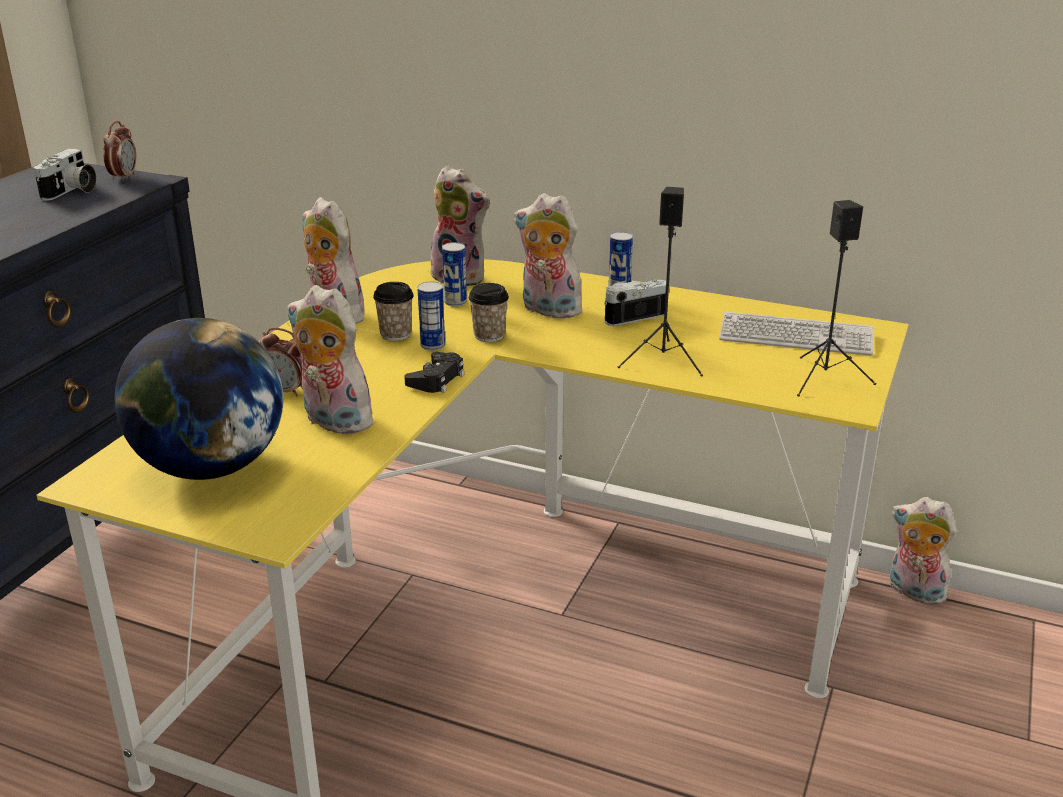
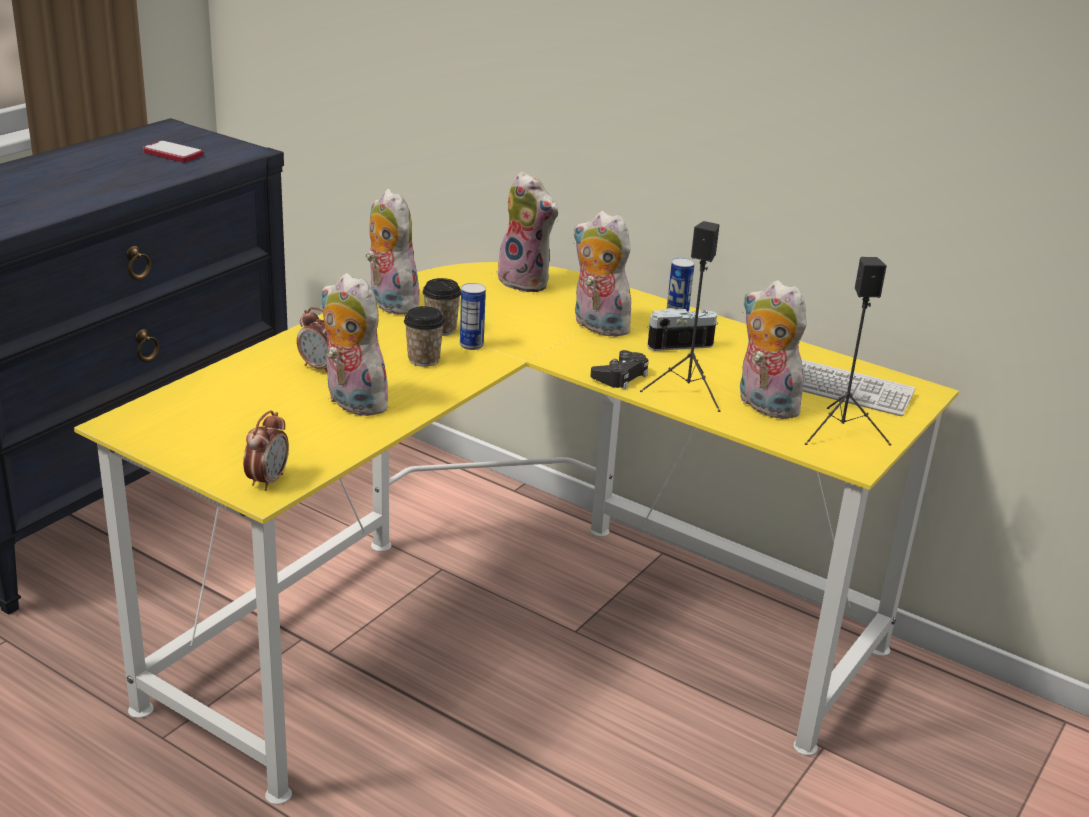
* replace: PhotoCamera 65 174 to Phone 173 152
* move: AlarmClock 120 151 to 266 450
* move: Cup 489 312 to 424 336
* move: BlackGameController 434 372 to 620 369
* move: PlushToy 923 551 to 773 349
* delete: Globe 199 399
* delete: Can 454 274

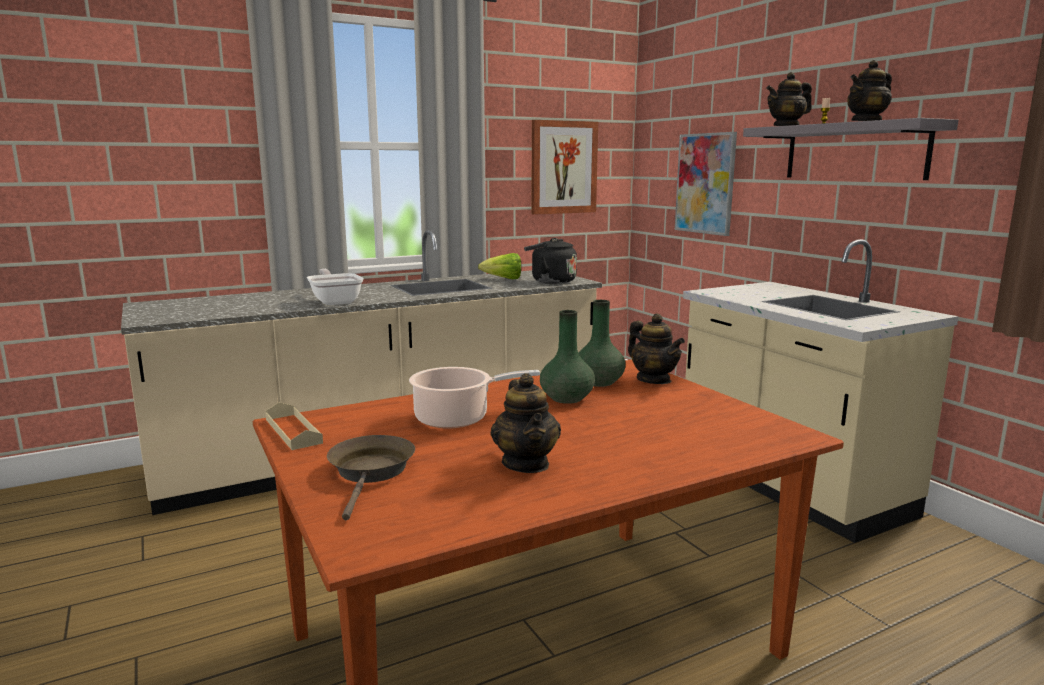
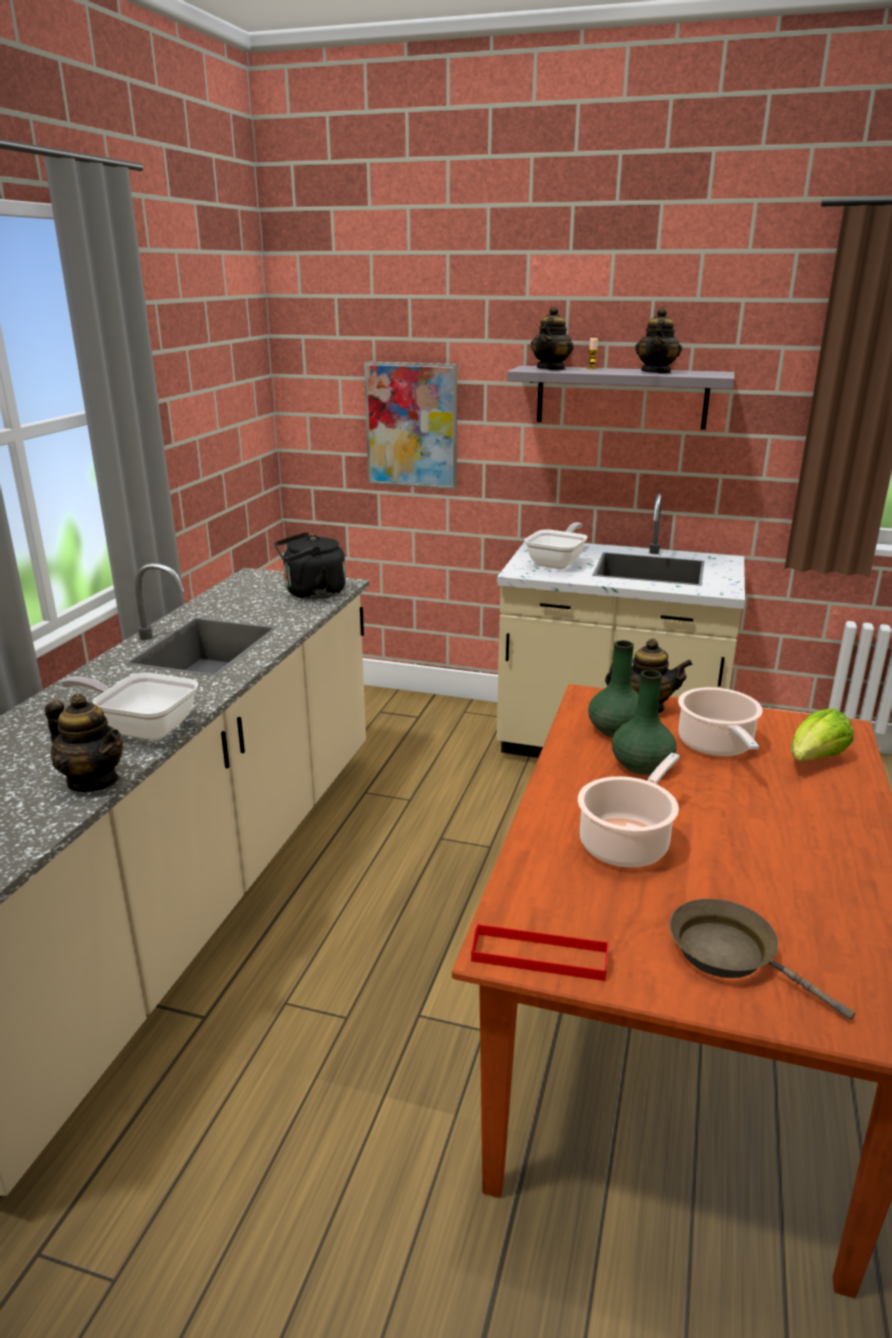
* move: Teapot 525 423 to 84 742
* recolor: BeigeTray 294 426 to RedTray 539 952
* insert: FryingPan 556 545
* insert: CookingPot 720 722
* move: Lettuce 499 266 to 822 734
* delete: Picture 564 167

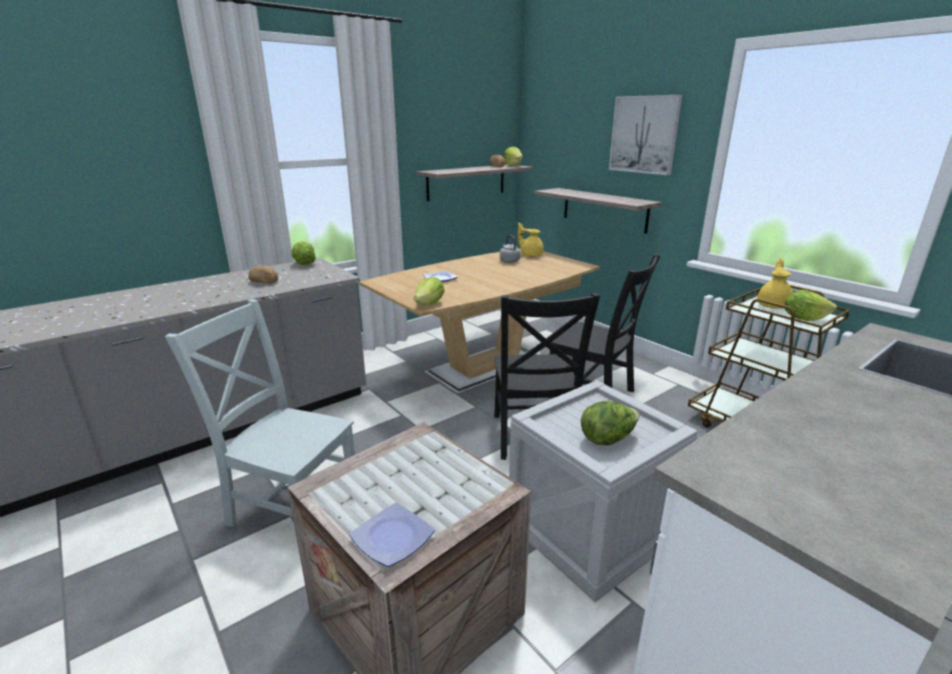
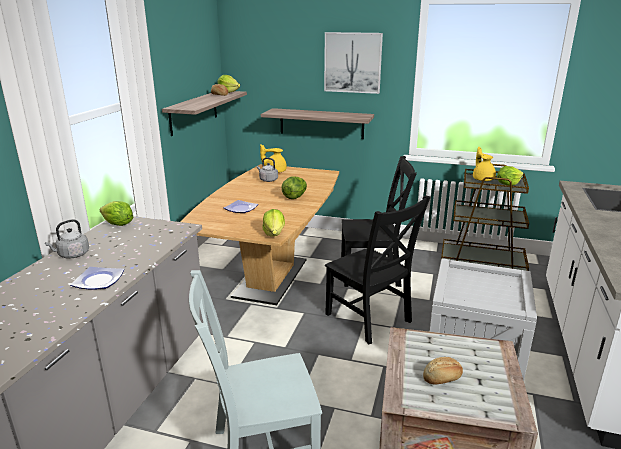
* insert: GreyKettle 67 238
* move: Plate 392 534 to 97 278
* move: Lettuce 610 423 to 294 187
* move: Bread 263 274 to 443 370

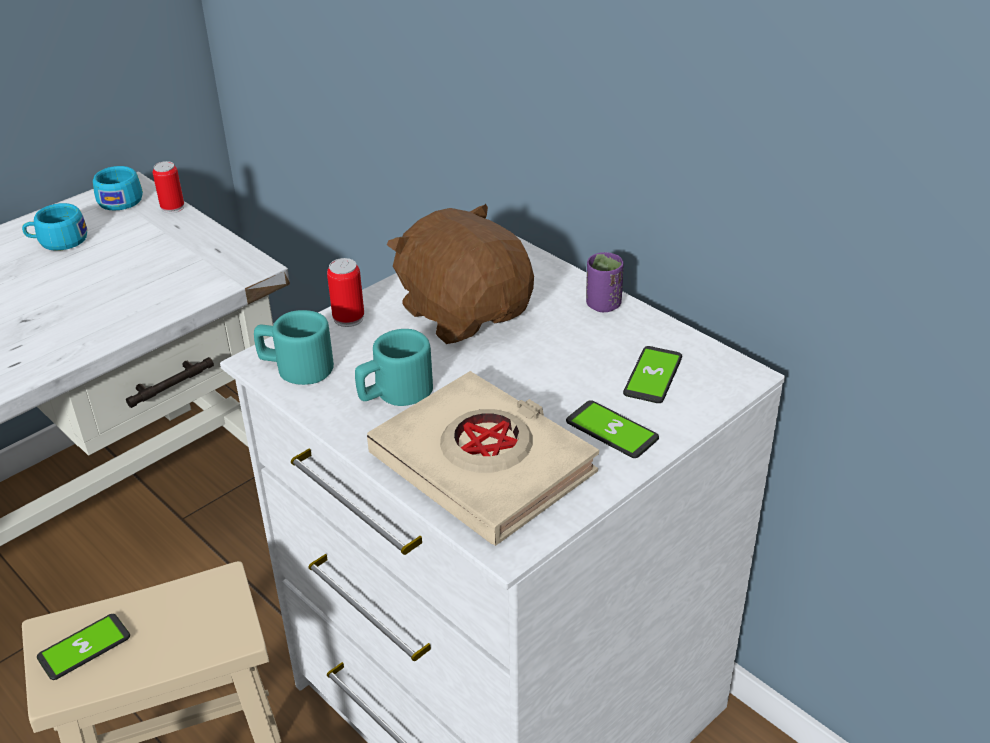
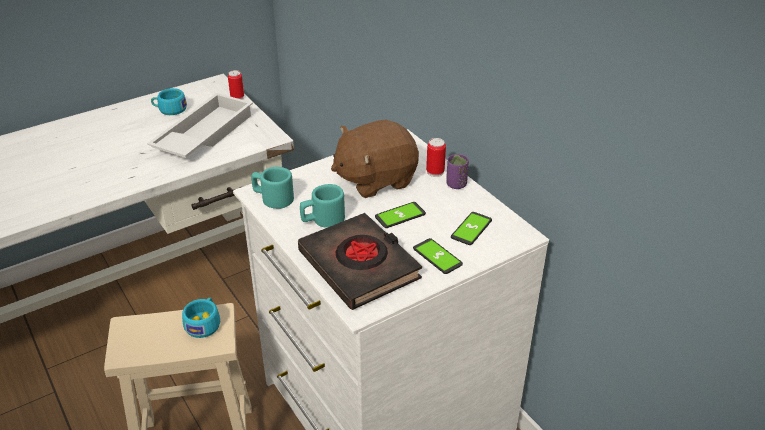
* insert: WhiteTray 200 125
* move: TurquoiseCup 118 188 to 201 317
* recolor: BeigeBook 483 458 to BlackBook 360 261
* rotate: BrownPlushToy 460 274 = 375 158 90 degrees counterclockwise
* move: Phone 83 647 to 400 215
* move: Can 345 292 to 436 157

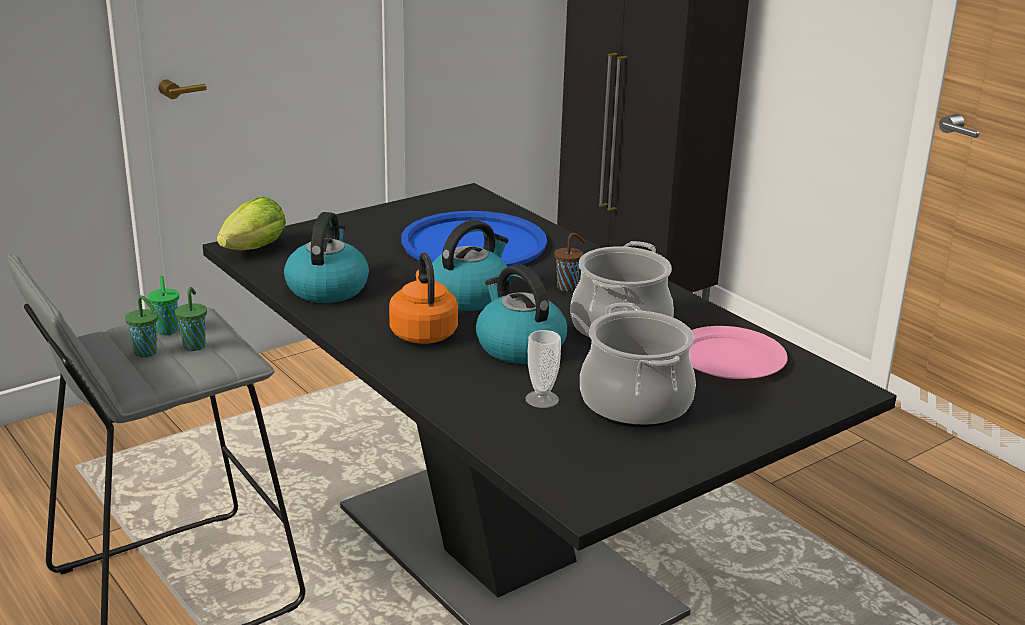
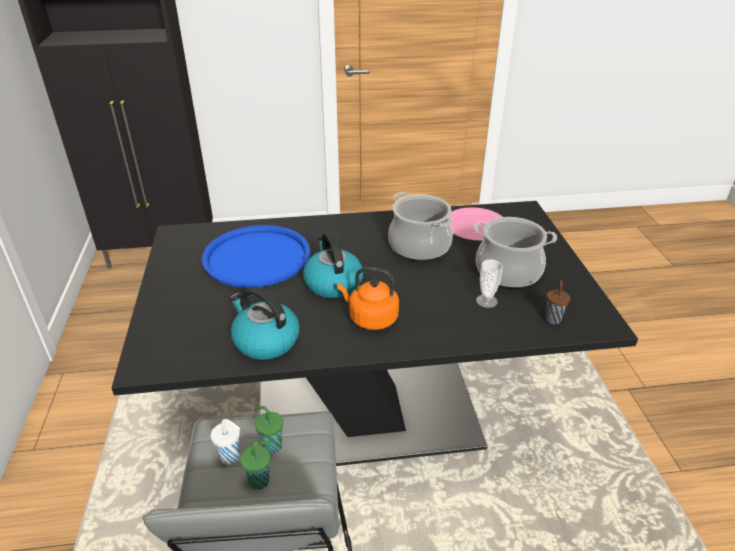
* recolor: GreenCup 163 305 to WhiteCup 225 442
* move: BrownCup 569 262 to 557 302
* delete: Lettuce 251 223
* delete: Kettle 521 314

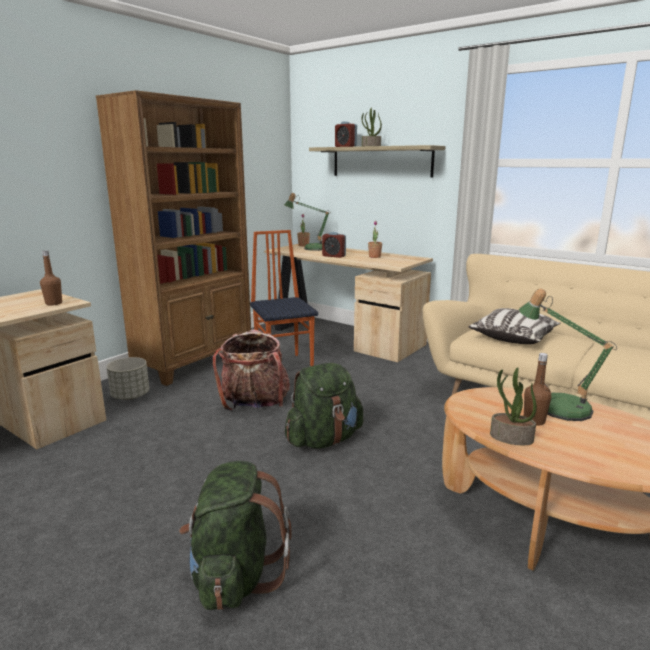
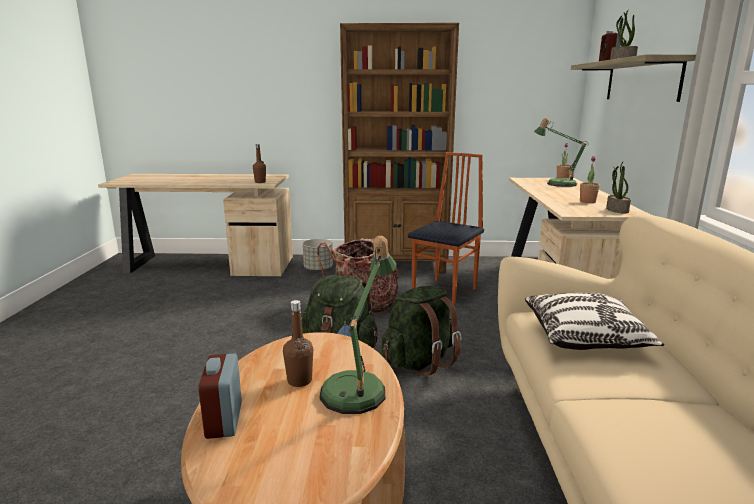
* move: AlarmClock 334 245 to 220 396
* move: GreenBackpack 235 535 to 421 331
* move: PottedPlant 513 406 to 618 188

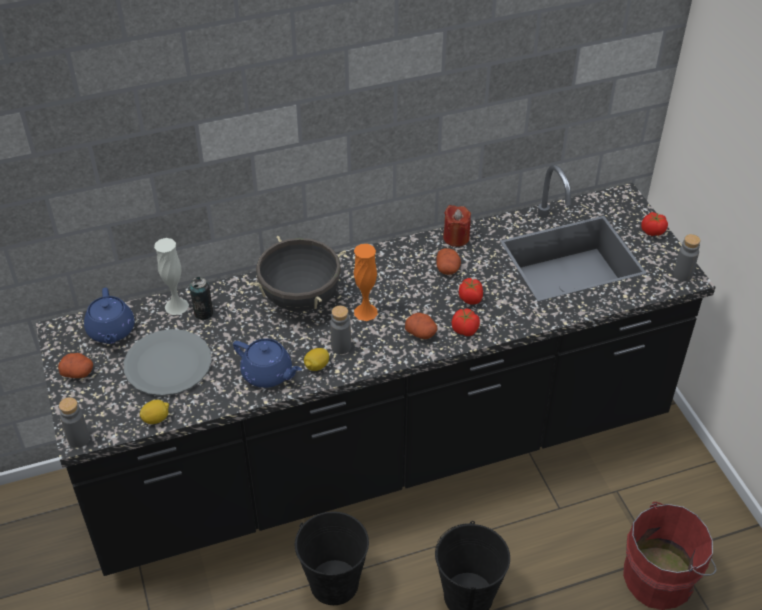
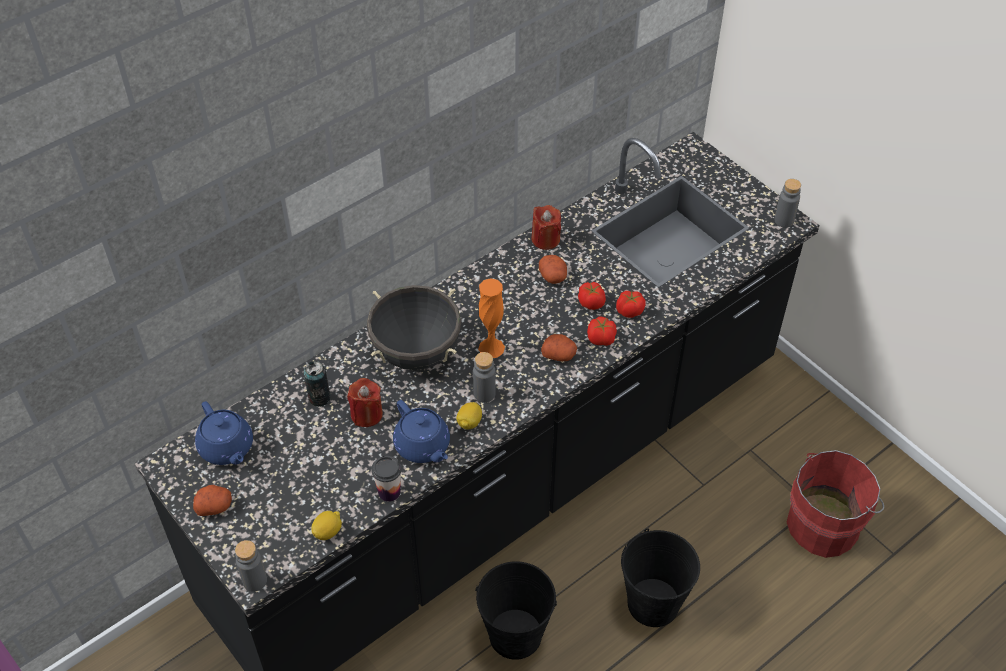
* insert: RedCandle 365 402
* insert: Cup 386 479
* rotate: BlueTeapot 267 363 = 421 431 45 degrees clockwise
* move: Tomato 654 224 to 630 304
* delete: GreyPlate 168 362
* delete: WhiteVase 171 276

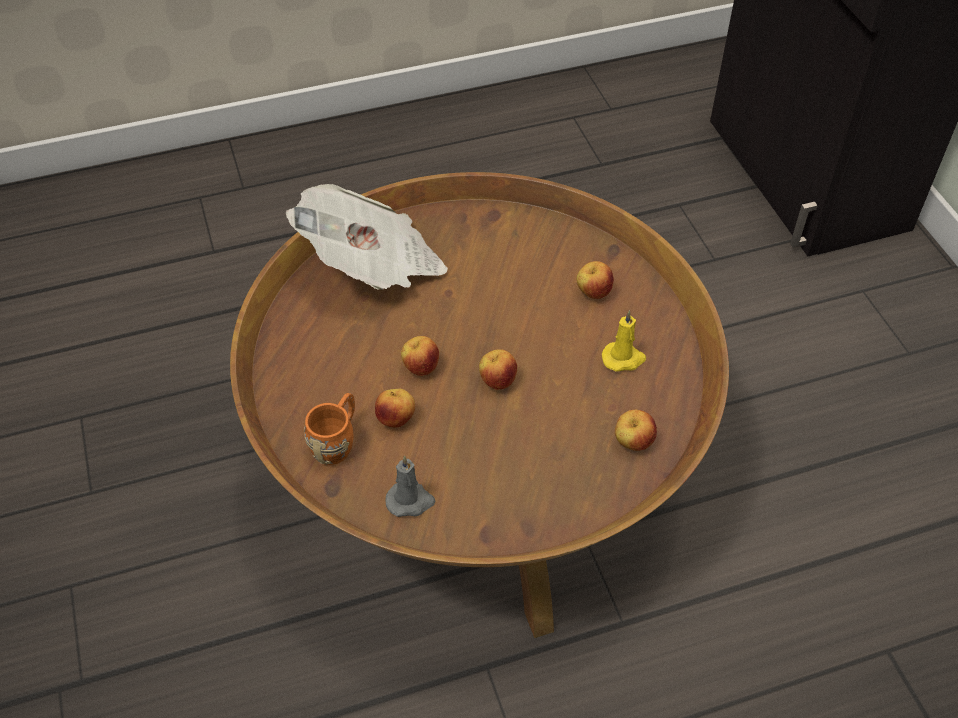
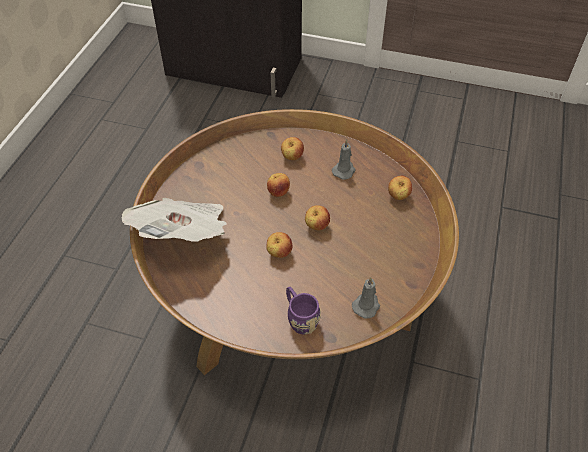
* move: Apple 395 408 to 278 185
* recolor: OrangeMug 329 429 to PurpleMug 303 311
* recolor: YellowCandle 624 341 to GreyCandle 344 159

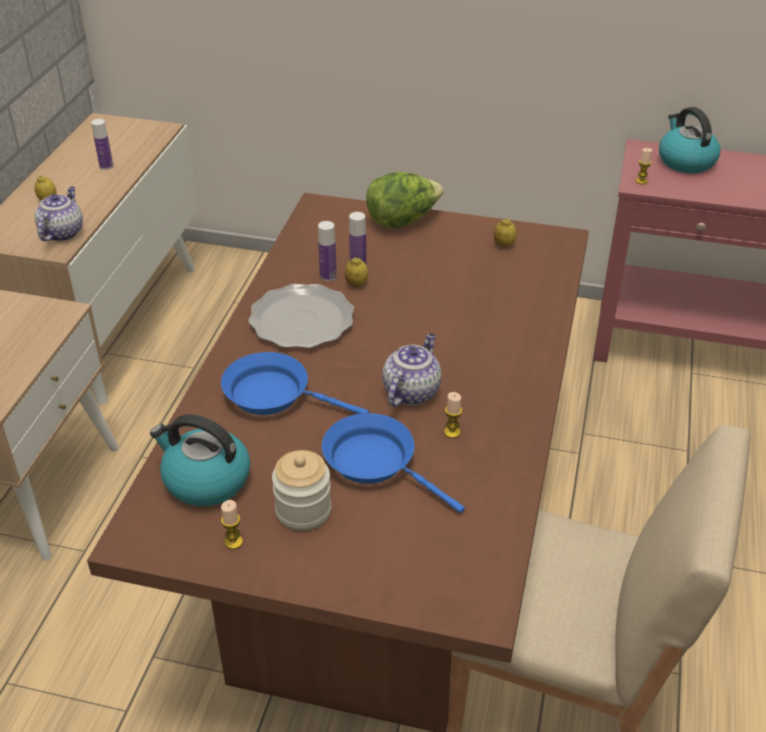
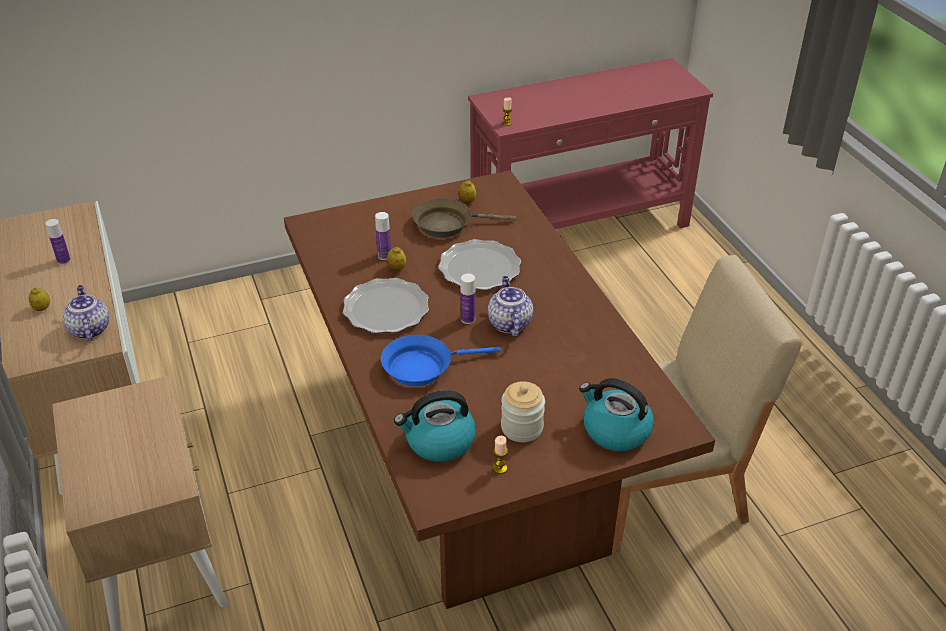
* insert: BrownFryingPan 464 218
* insert: Plate 479 264
* move: Bottle 327 251 to 468 299
* move: Kettle 689 140 to 616 414
* delete: BlueFryingPan 393 463
* delete: Lettuce 404 200
* delete: Candle 453 415

